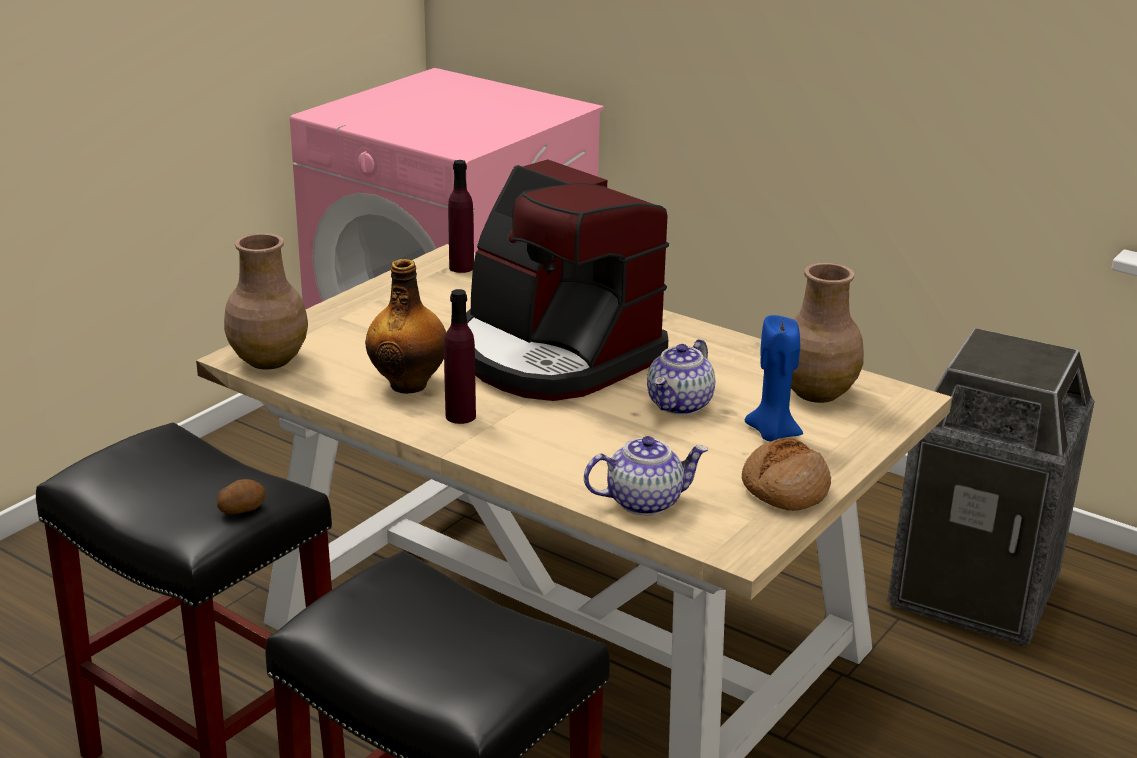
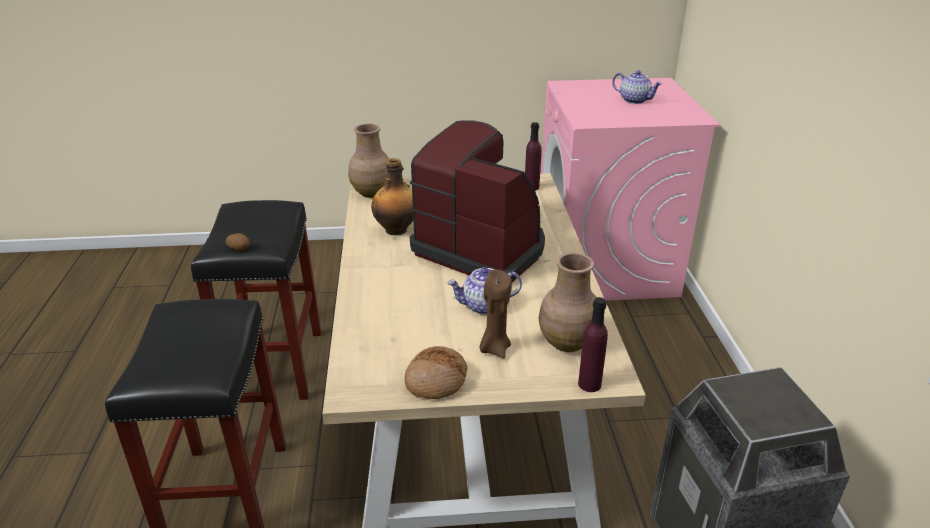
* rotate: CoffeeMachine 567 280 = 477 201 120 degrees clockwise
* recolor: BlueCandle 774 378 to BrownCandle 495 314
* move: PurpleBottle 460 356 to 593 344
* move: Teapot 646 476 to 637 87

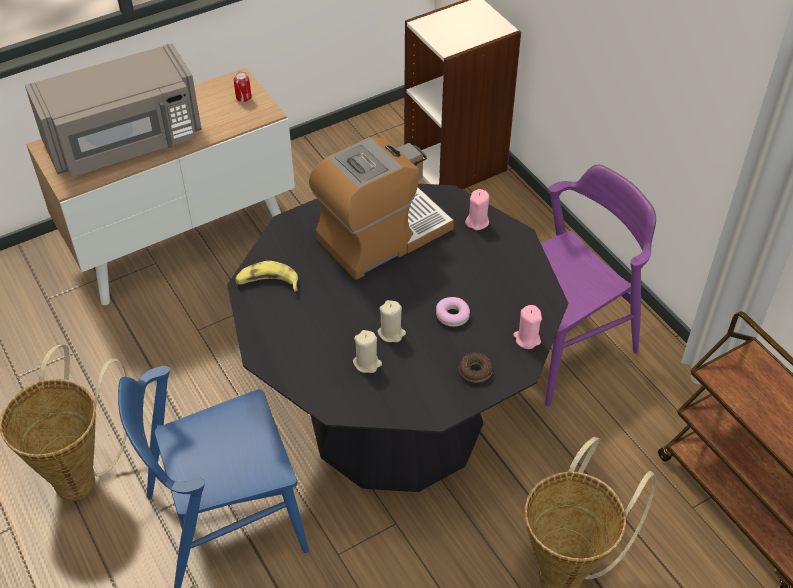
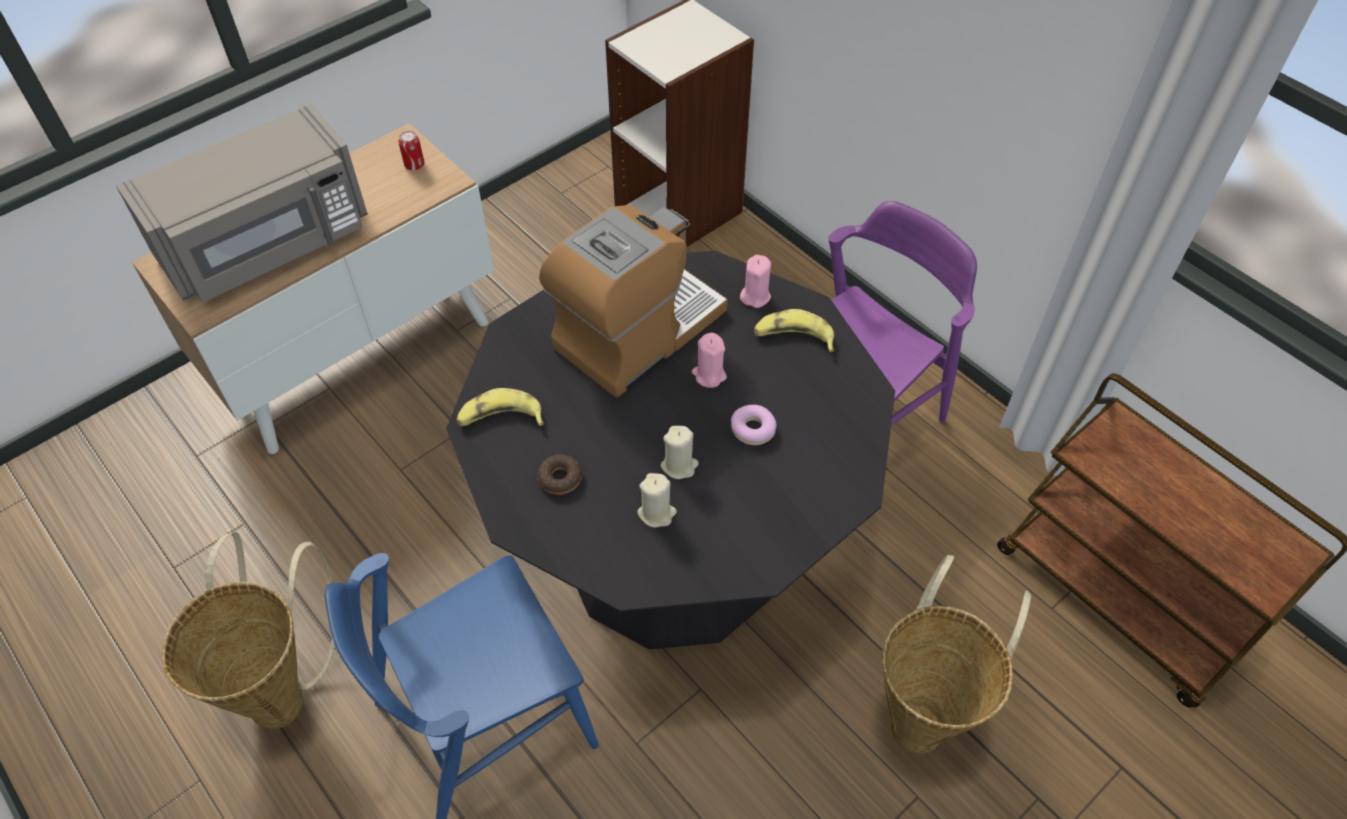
* move: Donut 476 368 to 559 474
* move: PinkCandle 527 327 to 709 360
* insert: Banana 794 330

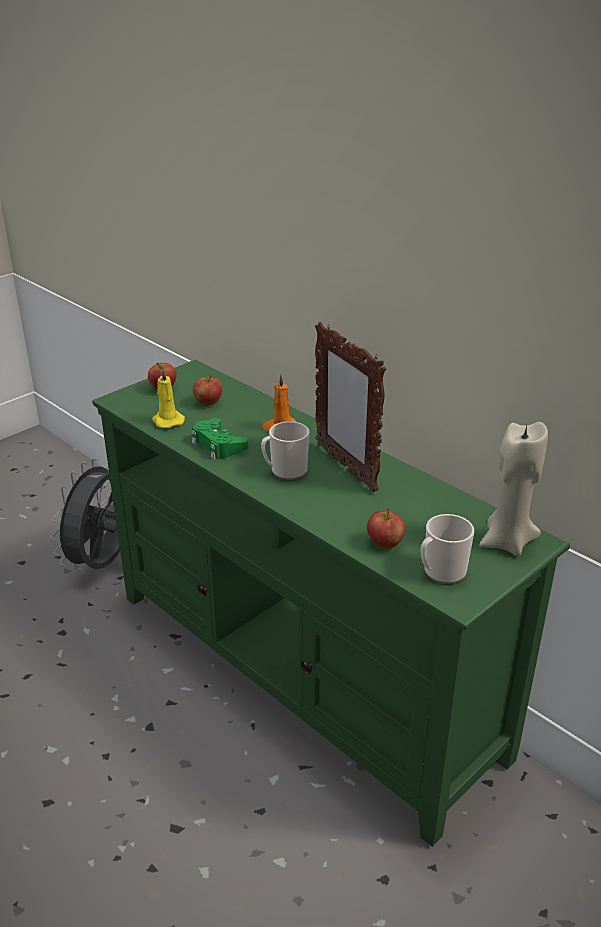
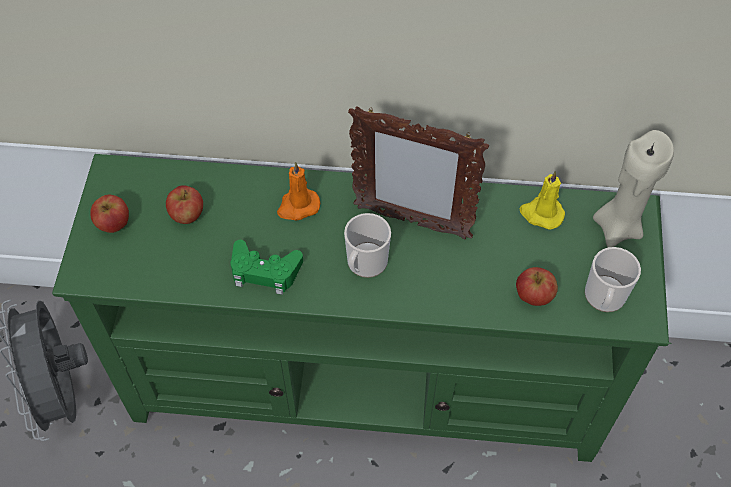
* move: YellowCandle 168 398 to 542 200

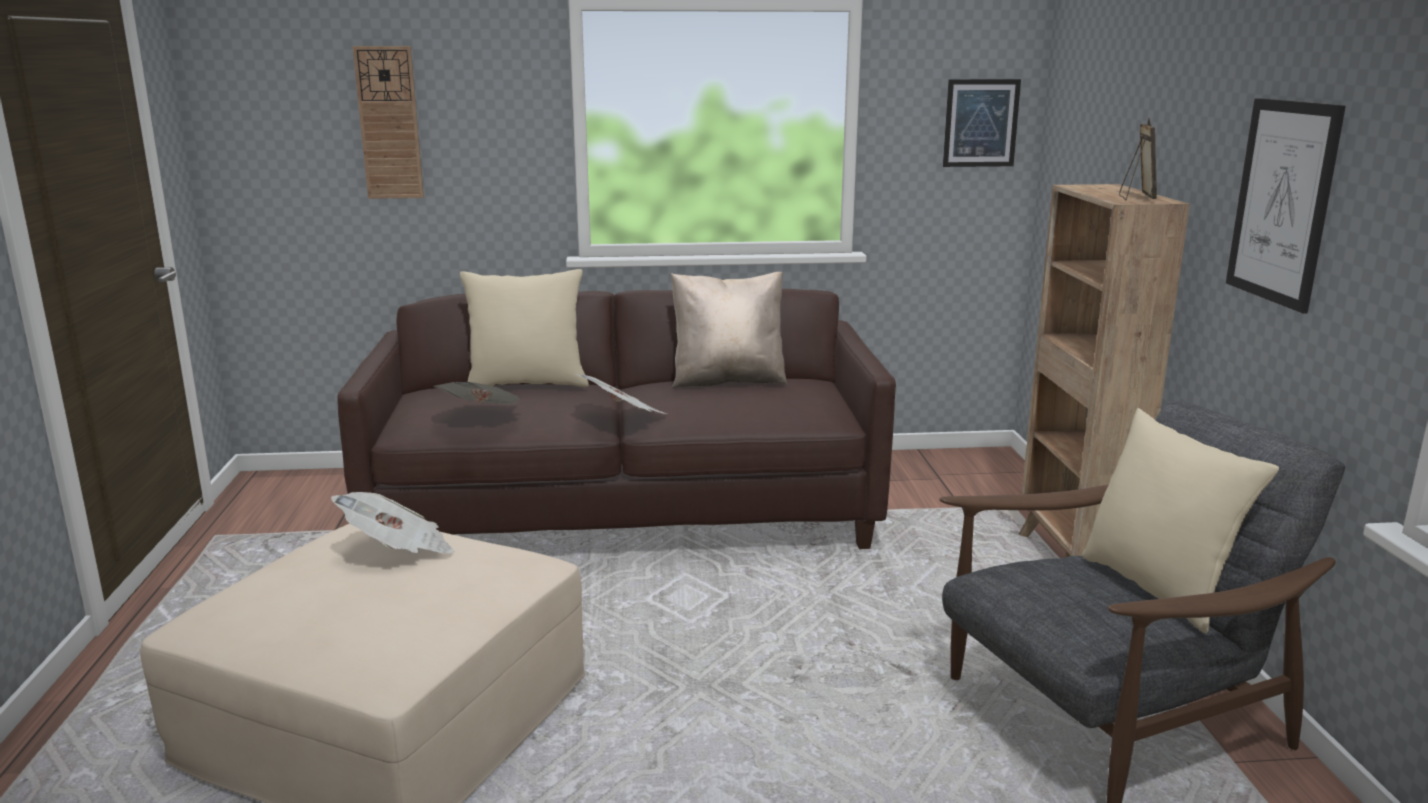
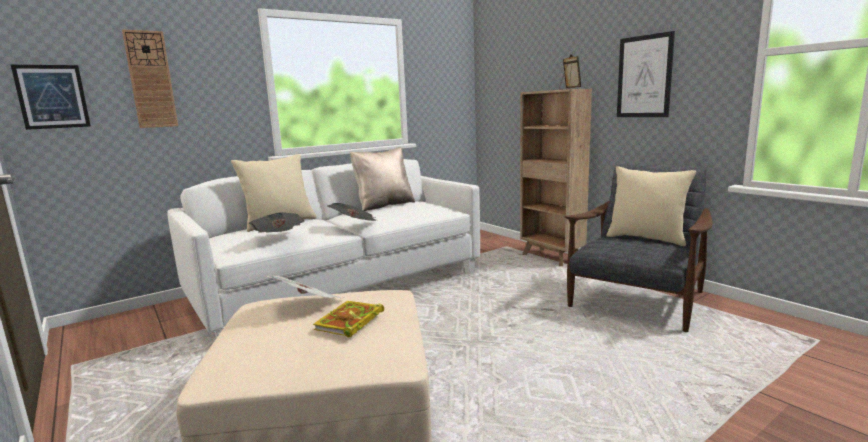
* move: Picture 982 123 to 51 97
* recolor: BrownSofa 616 419 to WhiteSofa 323 248
* insert: Book 348 319

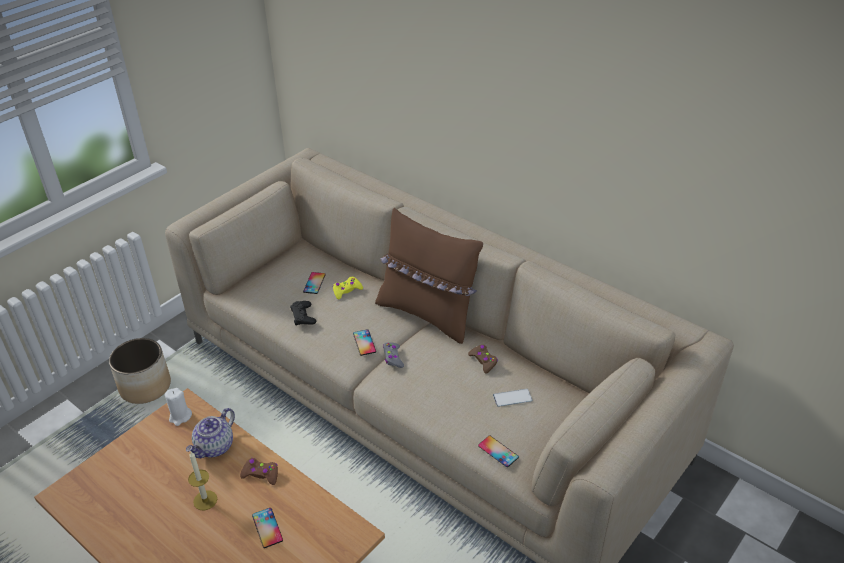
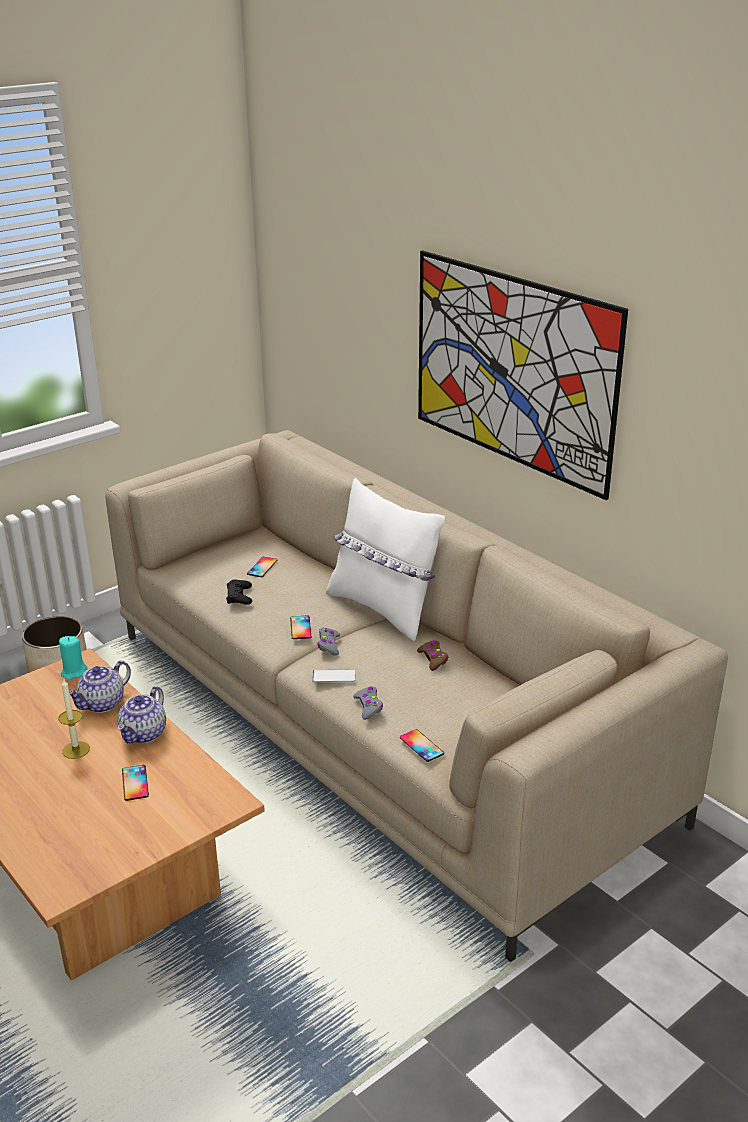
* recolor: WhiteCandle 178 407 to TurquoiseCandle 73 658
* replace: BrownGameController 259 471 to Teapot 141 714
* move: Phone 512 398 to 334 675
* recolor: BrownPillow 429 276 to WhitePillow 385 559
* insert: GreyGameController 368 703
* insert: Picture 523 375
* delete: YellowGameController 348 288

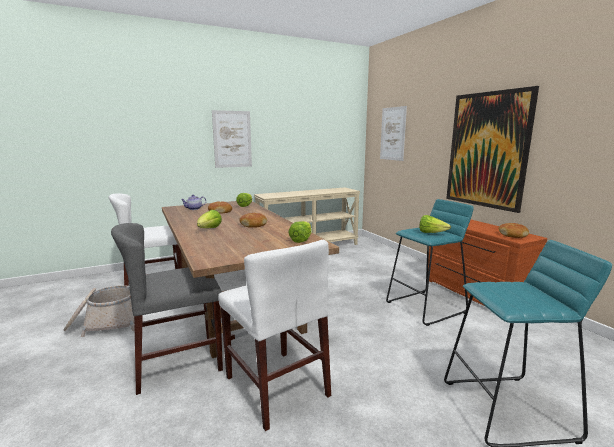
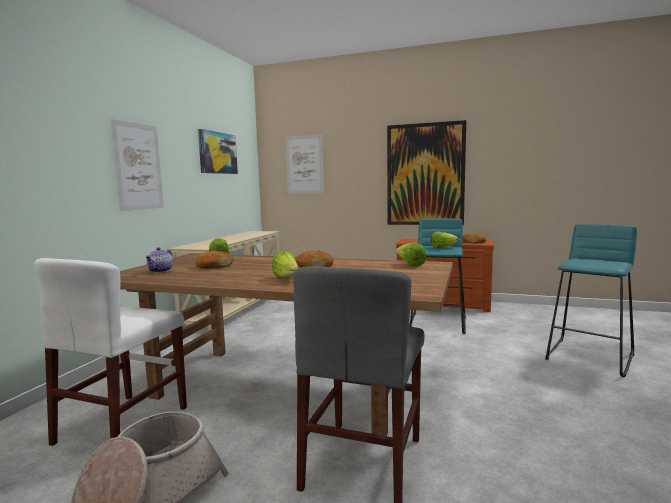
* insert: Picture 218 151
* delete: WhiteChair 274 335

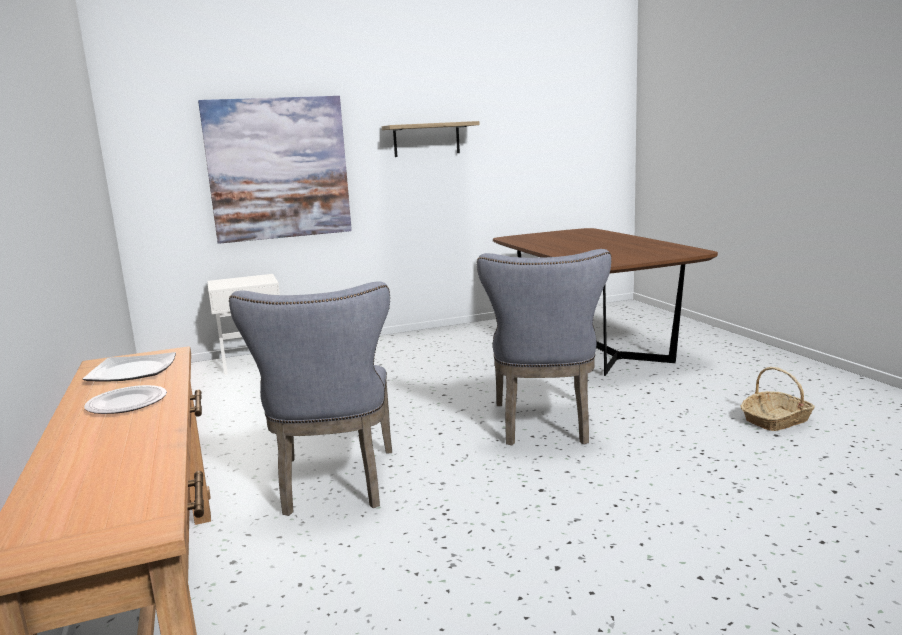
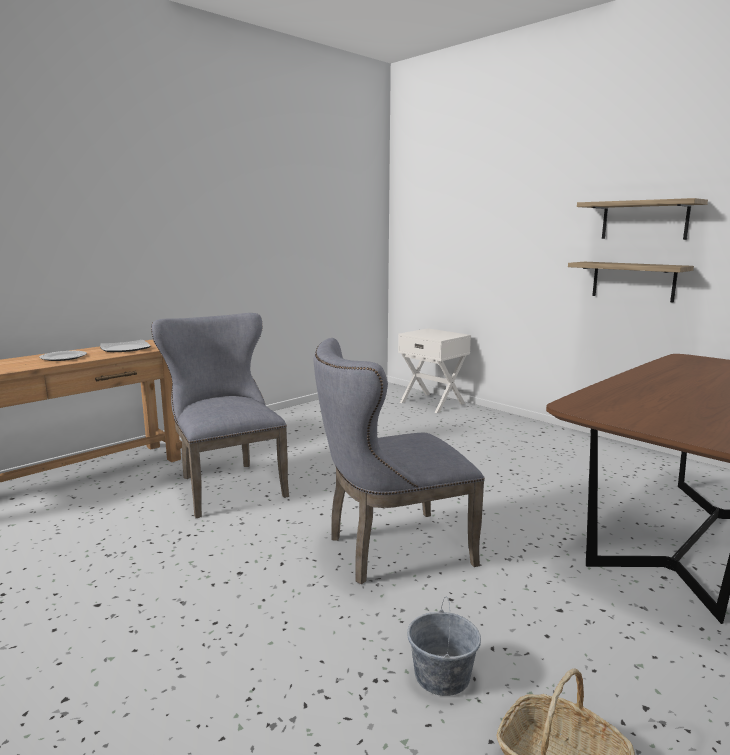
* rotate: GreyChair 310 398 = 220 415 90 degrees clockwise
* insert: GreyBucket 444 646
* insert: Shelf 631 282
* delete: Picture 275 170

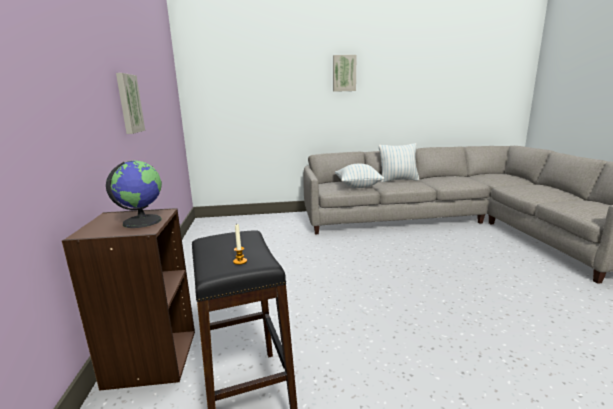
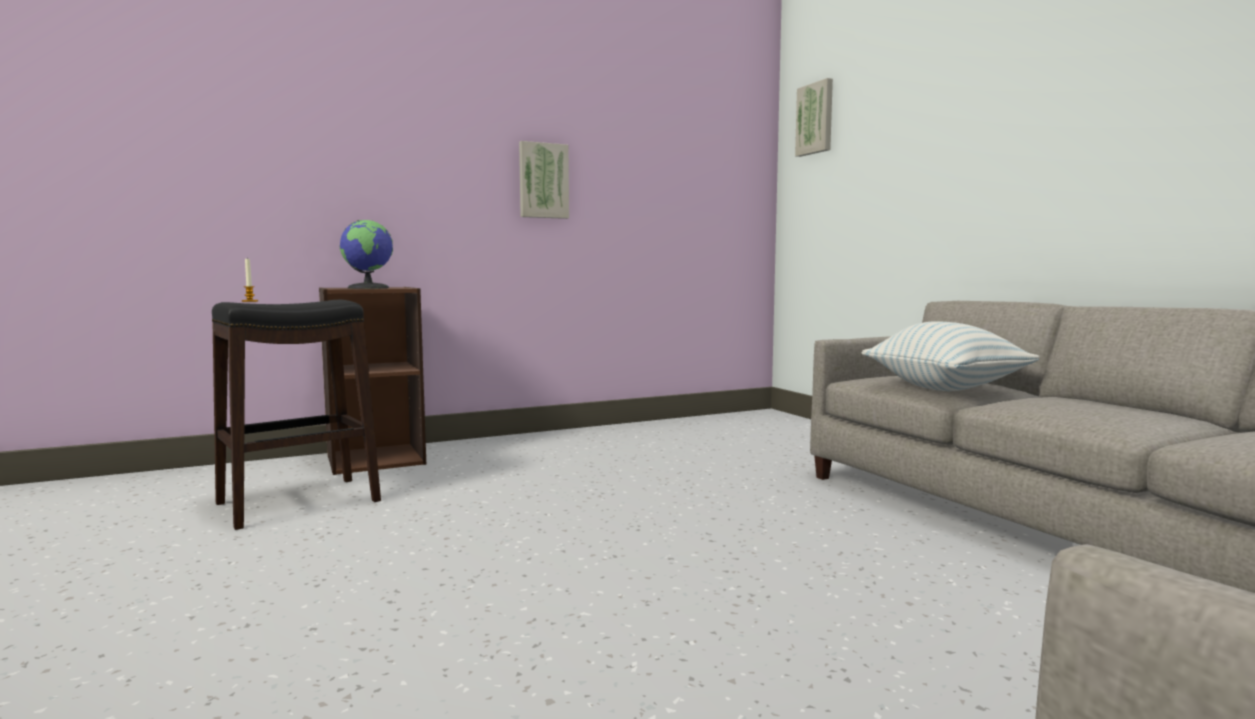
* move: Picture 345 73 to 814 117
* delete: Pillow 399 162

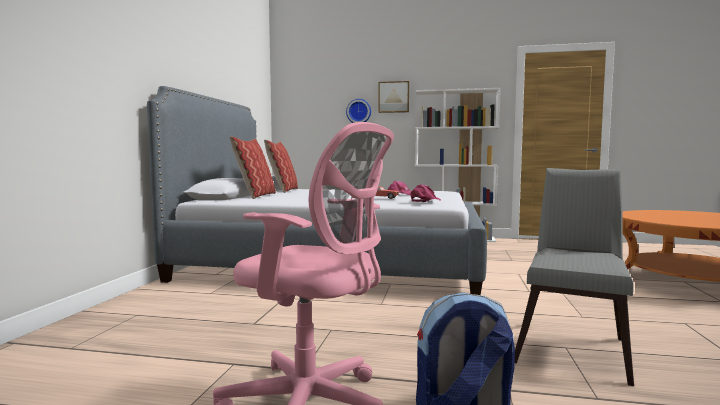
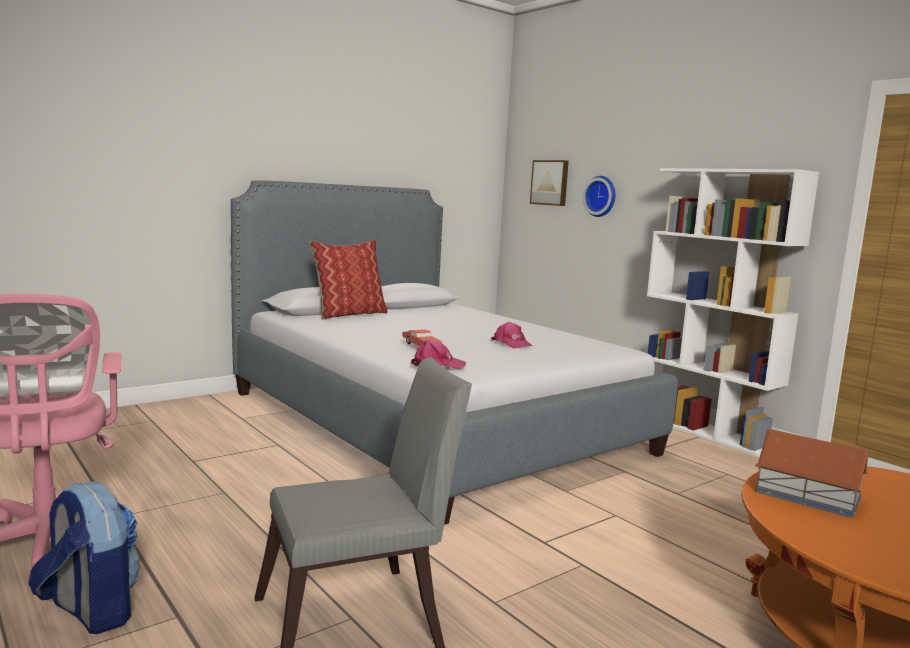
* move: Picture 393 97 to 549 183
* insert: ToyHouse 812 473
* delete: Pillow 281 166

